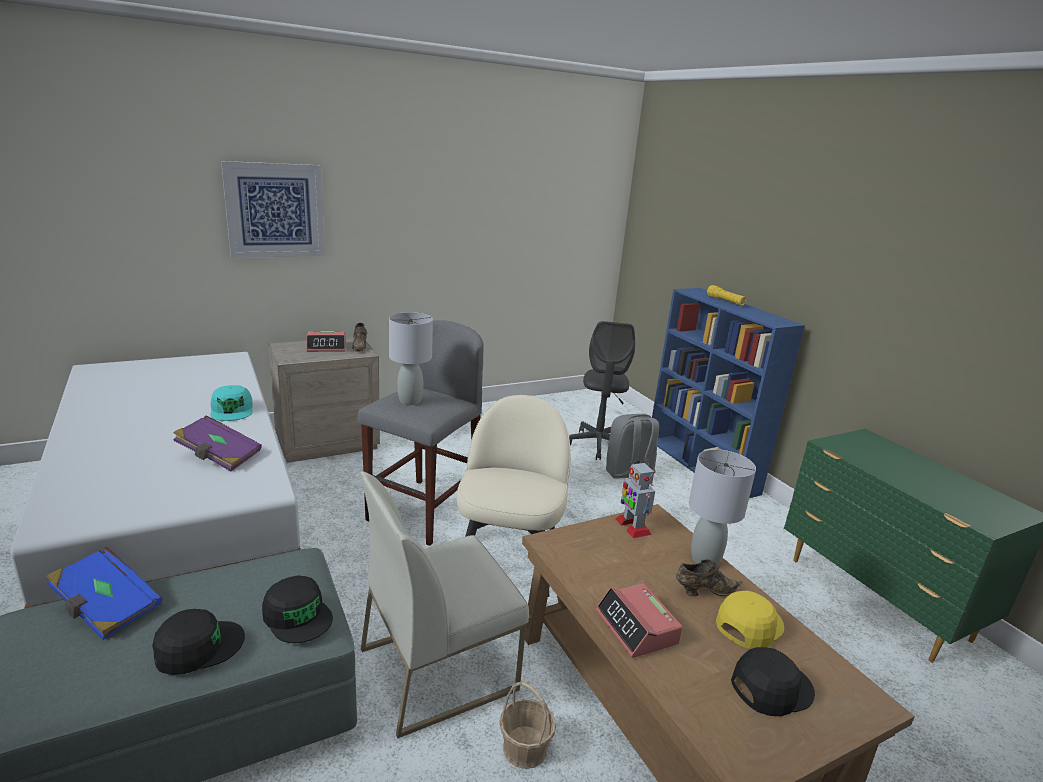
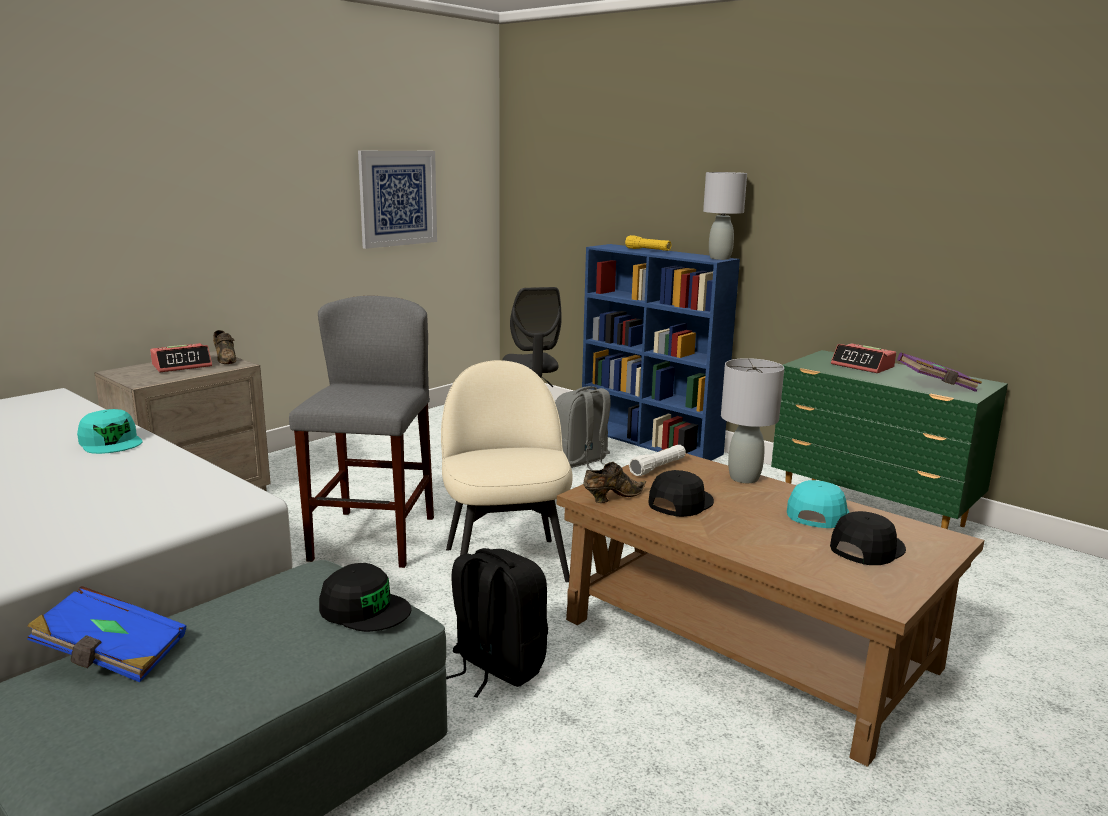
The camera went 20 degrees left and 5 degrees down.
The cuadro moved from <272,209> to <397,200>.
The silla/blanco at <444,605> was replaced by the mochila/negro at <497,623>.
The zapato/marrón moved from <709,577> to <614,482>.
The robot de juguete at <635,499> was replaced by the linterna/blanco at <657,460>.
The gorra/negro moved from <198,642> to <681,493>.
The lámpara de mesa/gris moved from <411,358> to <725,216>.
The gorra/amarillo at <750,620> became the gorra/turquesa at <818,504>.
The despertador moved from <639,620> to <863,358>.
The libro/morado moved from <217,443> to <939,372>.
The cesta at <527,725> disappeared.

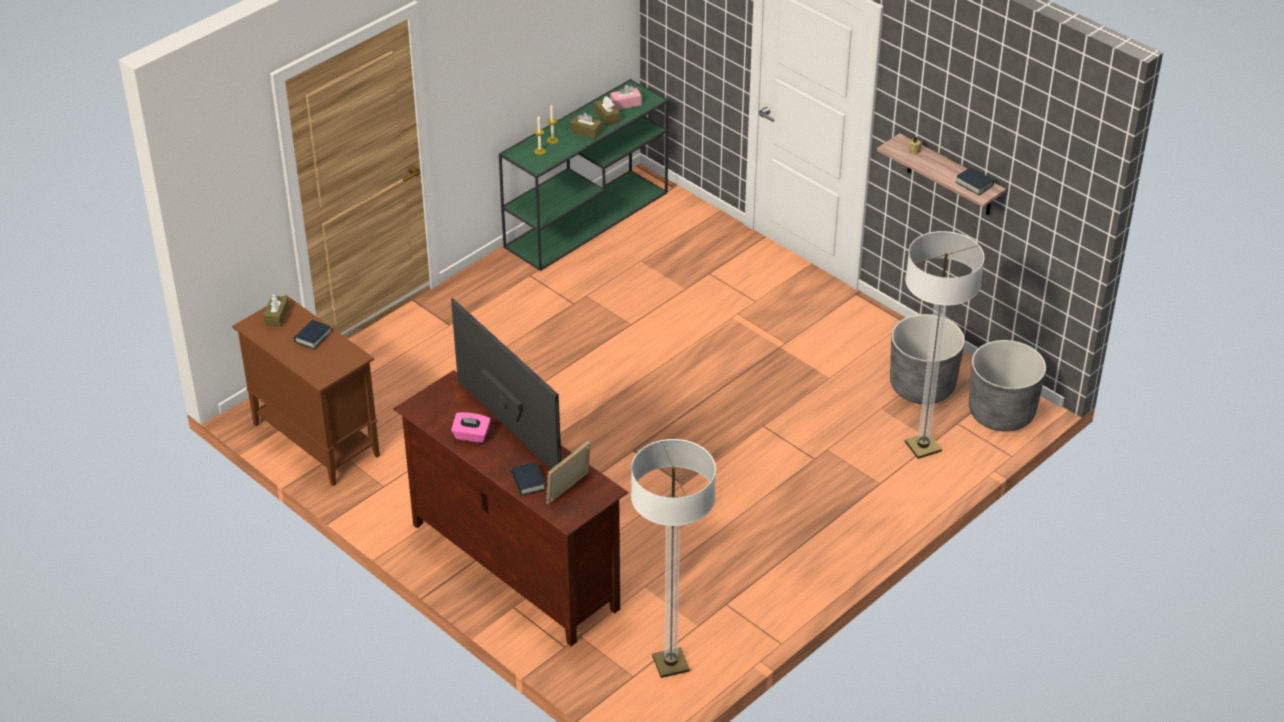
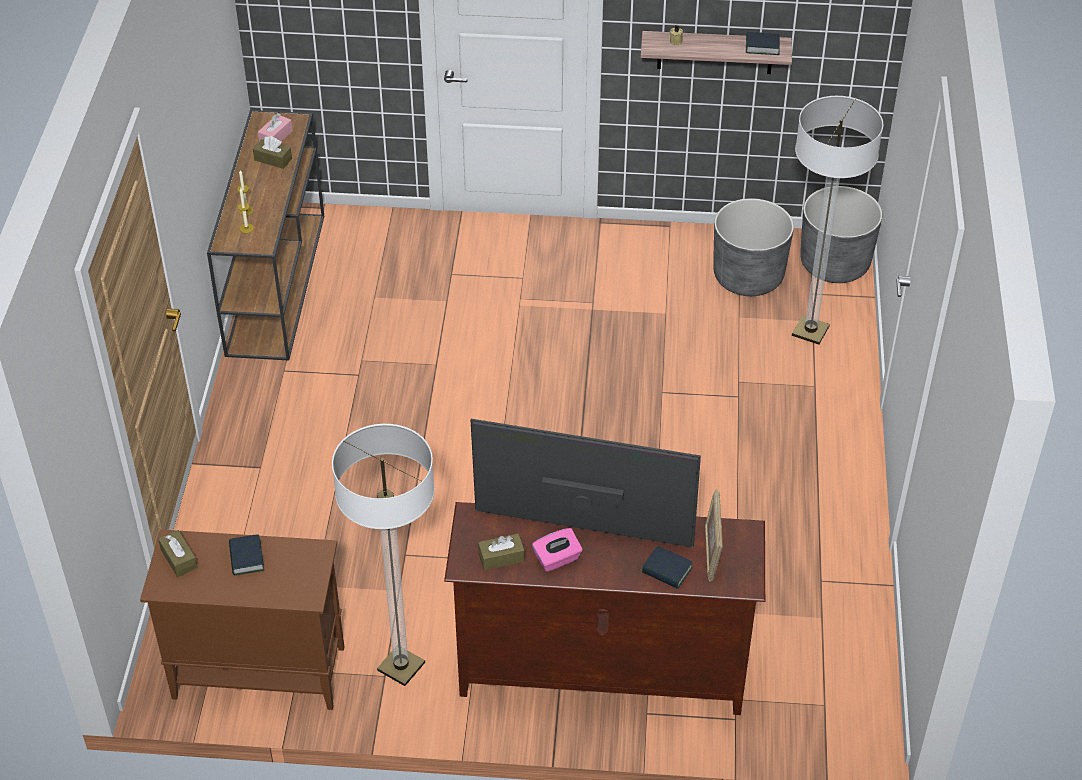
The camera went 40 degrees left and 5 degrees up.
The mesa consola/verde at <583,175> became the mesa consola/marrón at <265,235>.
The lámpara de pie moved from <673,558> to <383,555>.
The caja de pañuelos/marrón moved from <586,125> to <501,552>.

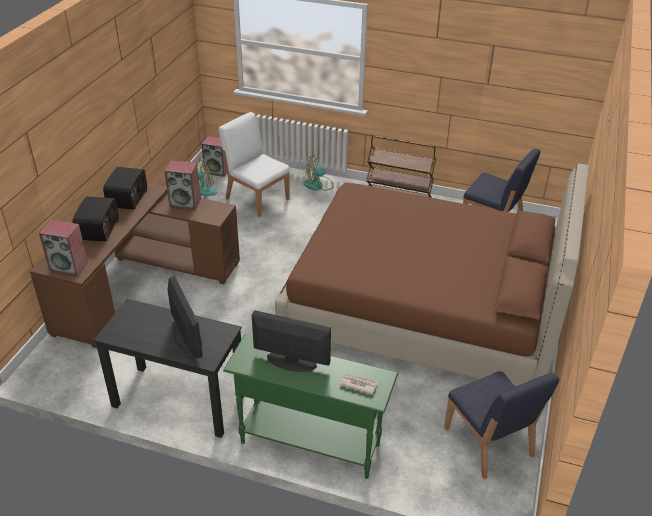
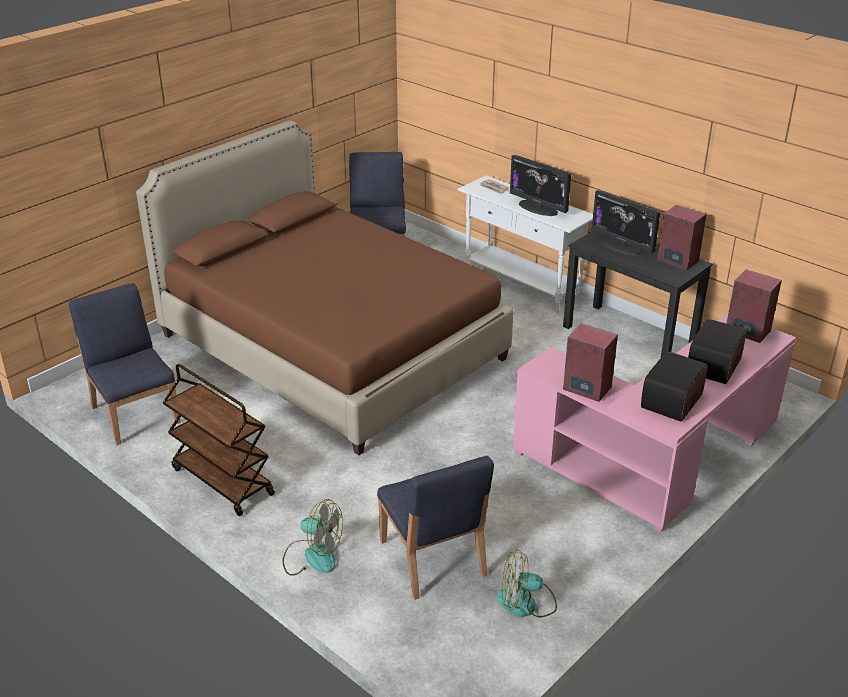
The camera went 155 degrees left and 5 degrees down.
The silla/blanco at <254,164> became the silla/azul at <435,528>.
The mesa consola/verde at <310,407> became the mesa consola/blanco at <525,244>.
The escritorio/marrón at <135,265> became the escritorio/rosa at <654,423>.
The monitor at <185,317> turned 45 degrees counterclockwise.
The altavoz moved from <214,156> to <682,238>.

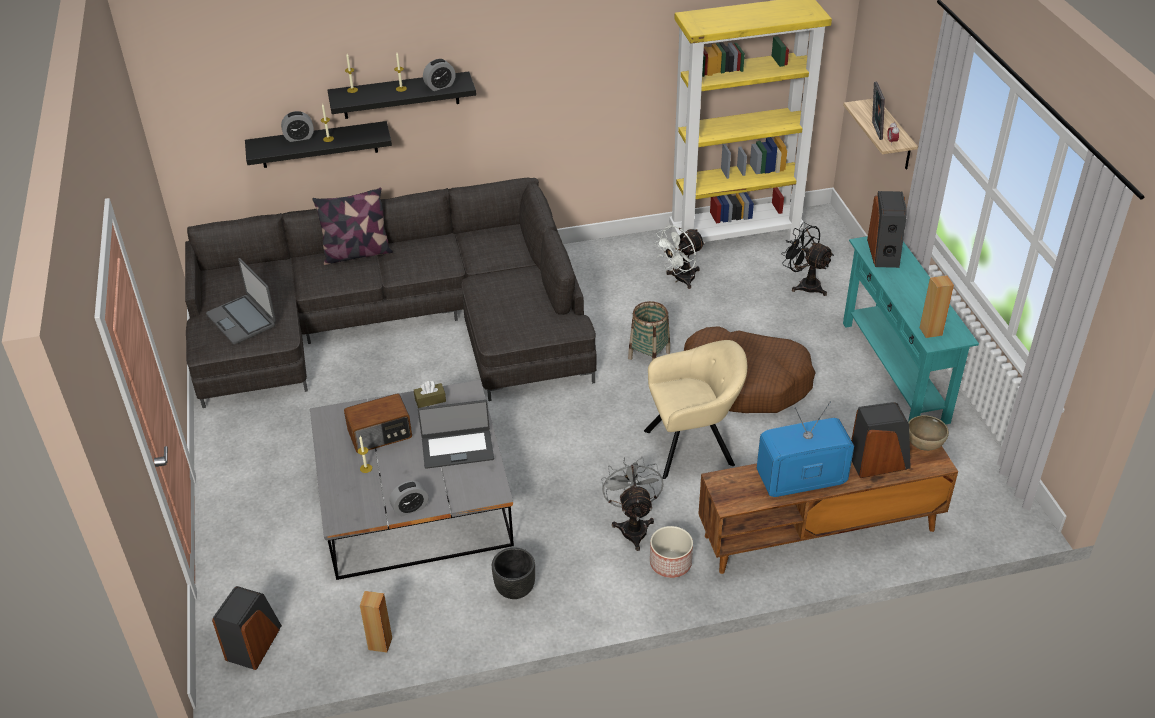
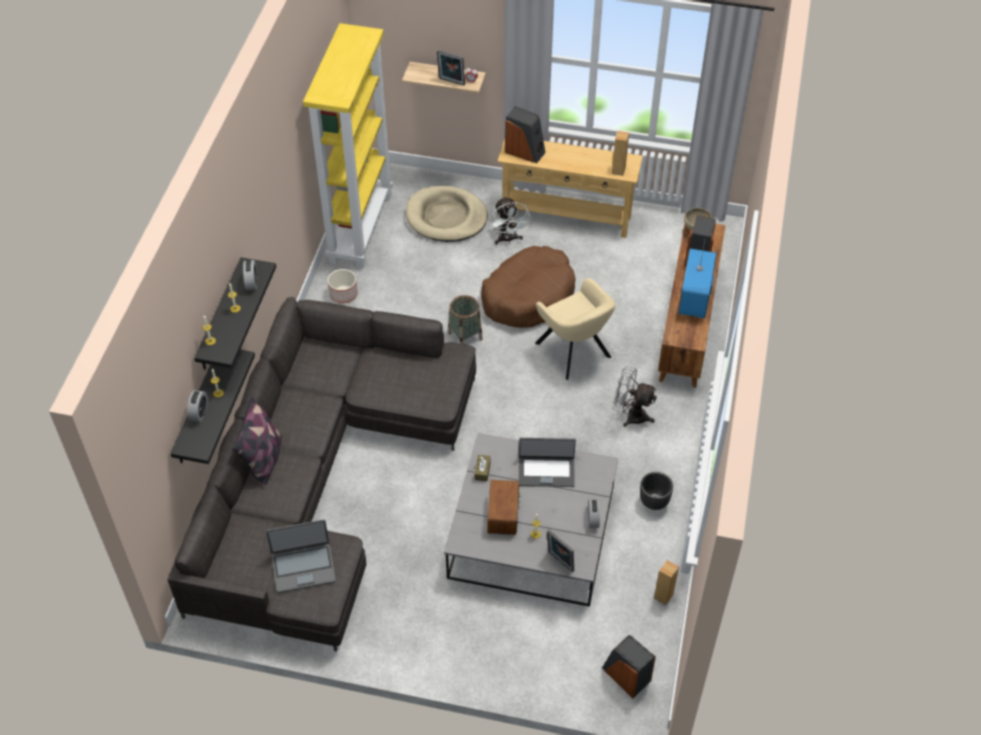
The camera went 65 degrees left and 10 degrees up.
The maceta moved from <671,552> to <342,286>.
The ventilador/negro at <807,259> was replaced by the cama para perro/beis at <447,214>.
The ventilador/blanco moved from <679,257> to <511,220>.
The mesa consola/turquesa at <911,330> became the mesa consola/beis at <570,188>.
The portátil at <456,434> turned 75 degrees clockwise.
The sillón/beis at <695,409> turned 135 degrees clockwise.
The portarretratos at <560,551> appeared.

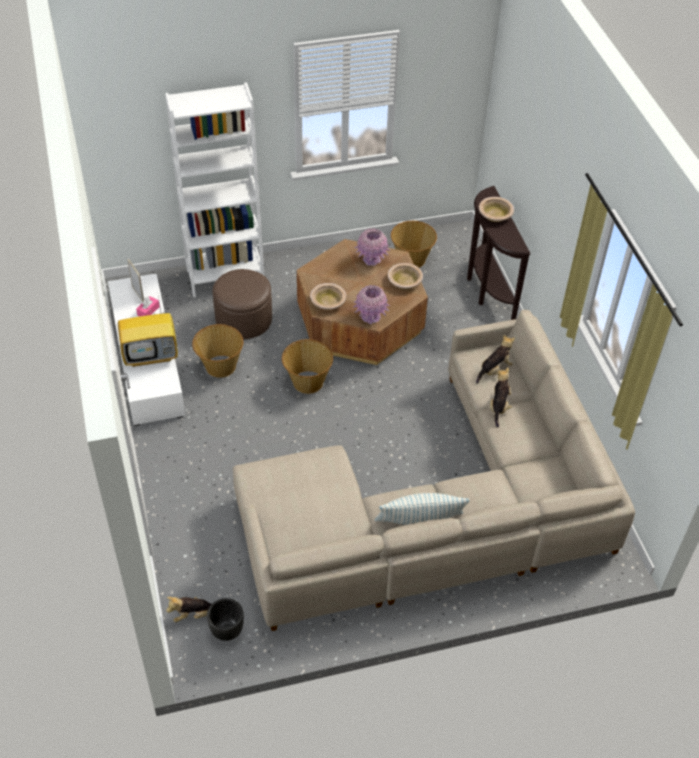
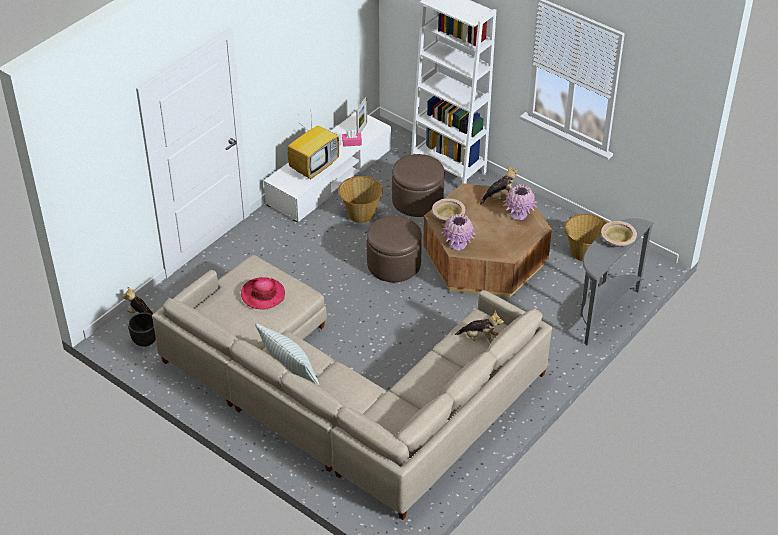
The camera went 55 degrees right and 5 degrees down.
The sombrero at <263,293> appeared.
The televisor at <148,331> turned 90 degrees counterclockwise.
The cesta at <307,366> was replaced by the puf/marrón at <394,249>.
The peluche moved from <501,397> to <499,185>.
The mesa consola/marrón at <498,253> became the mesa consola/gris at <617,282>.
The cuenco/beis at <405,276> disappeared.

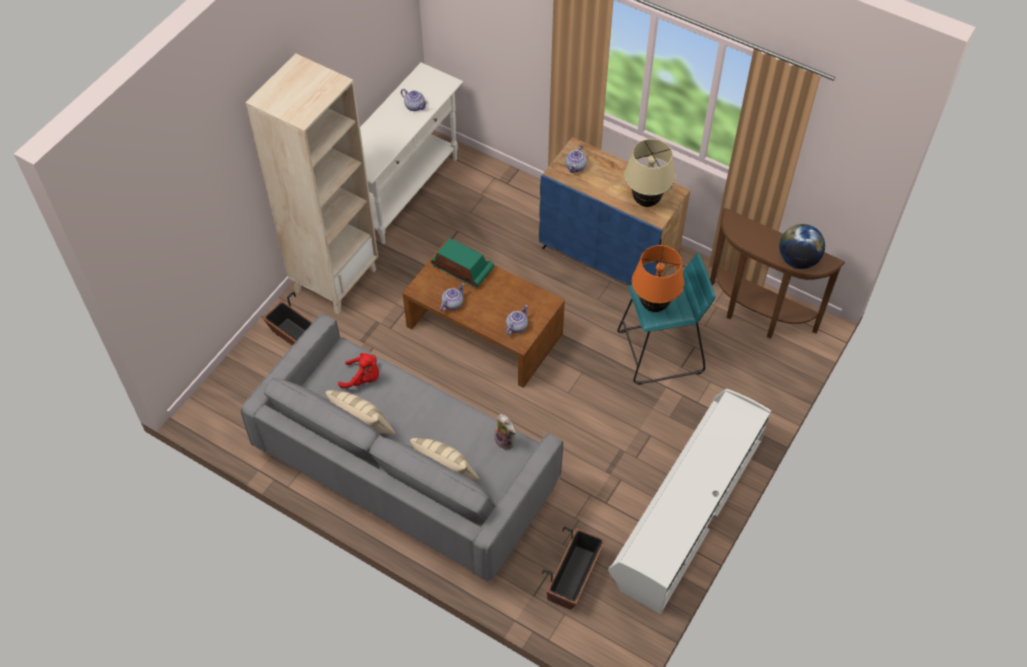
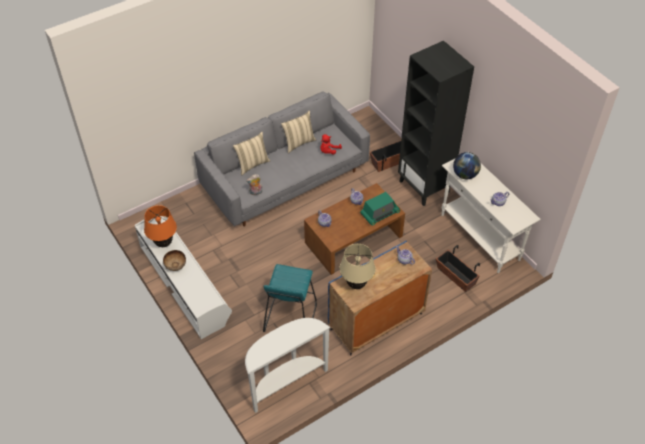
The camera went 115 degrees right and 5 degrees down.
The lámpara de mesa/naranja moved from <658,278> to <160,226>.
The cuenco at <174,260> appeared.
The mesa consola/marrón at <777,273> became the mesa consola/blanco at <287,365>.
The estantería/beis at <312,183> became the estantería/negro at <436,123>.
The maceta moved from <573,568> to <458,268>.
The globo terráqueo moved from <802,246> to <467,165>.

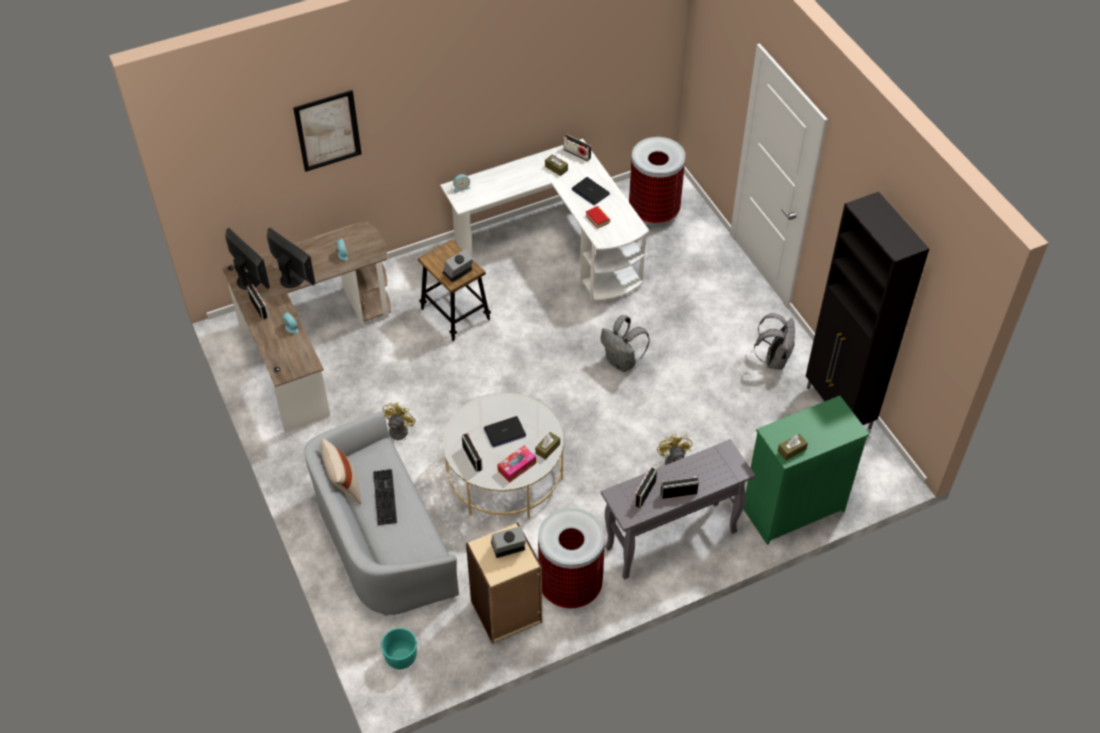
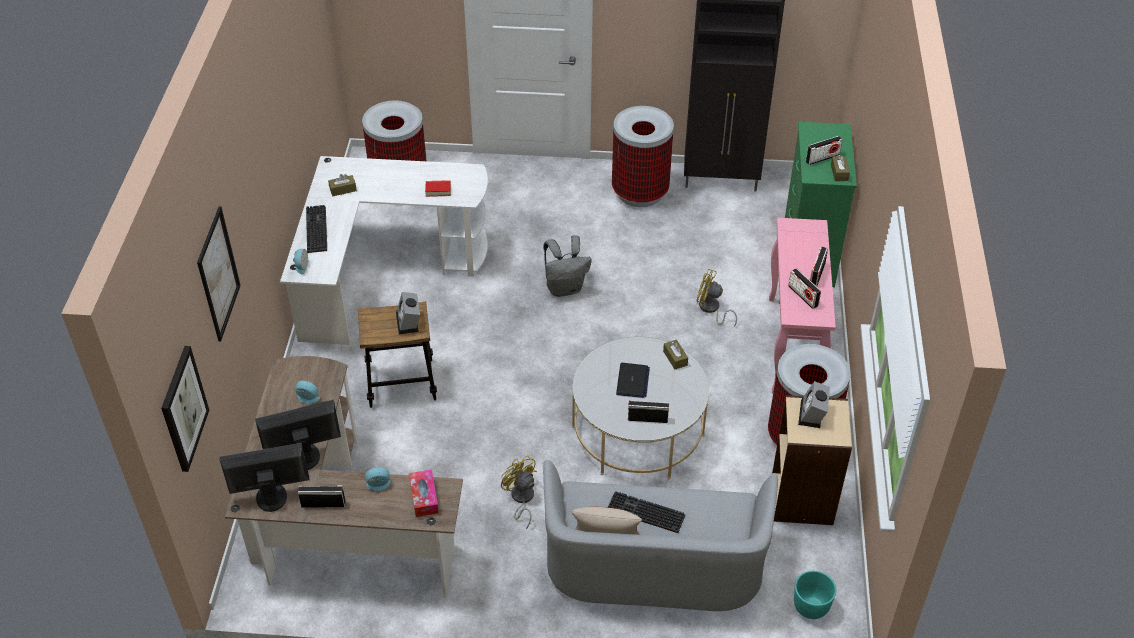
The camera went 60 degrees left and 5 degrees down.
The cuadro at <185,409> appeared.
The teclado at <316,229> appeared.
The caja de pañuelos moved from <516,464> to <424,493>.
The mochila/gris at <774,341> was replaced by the papelera at <643,156>.
The mesa consola/gris at <678,509> became the mesa consola/rosa at <802,305>.
The radio moved from <577,147> to <824,150>.
The portátil at <591,191> disappeared.

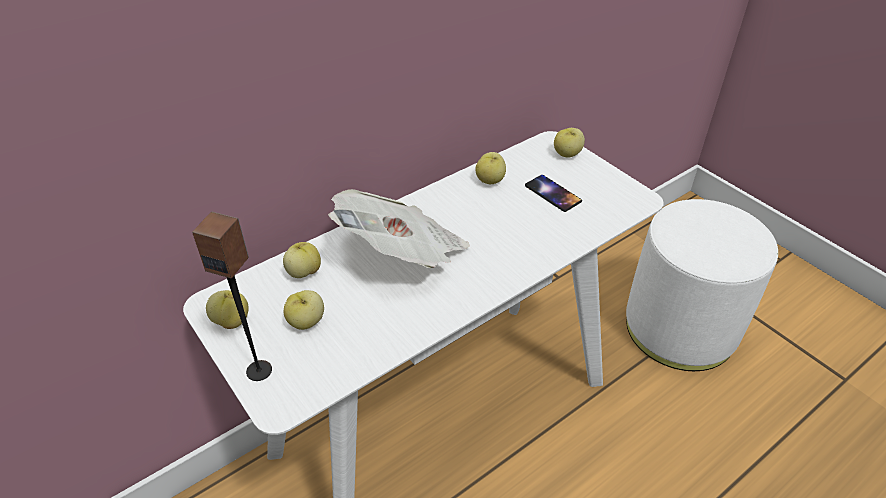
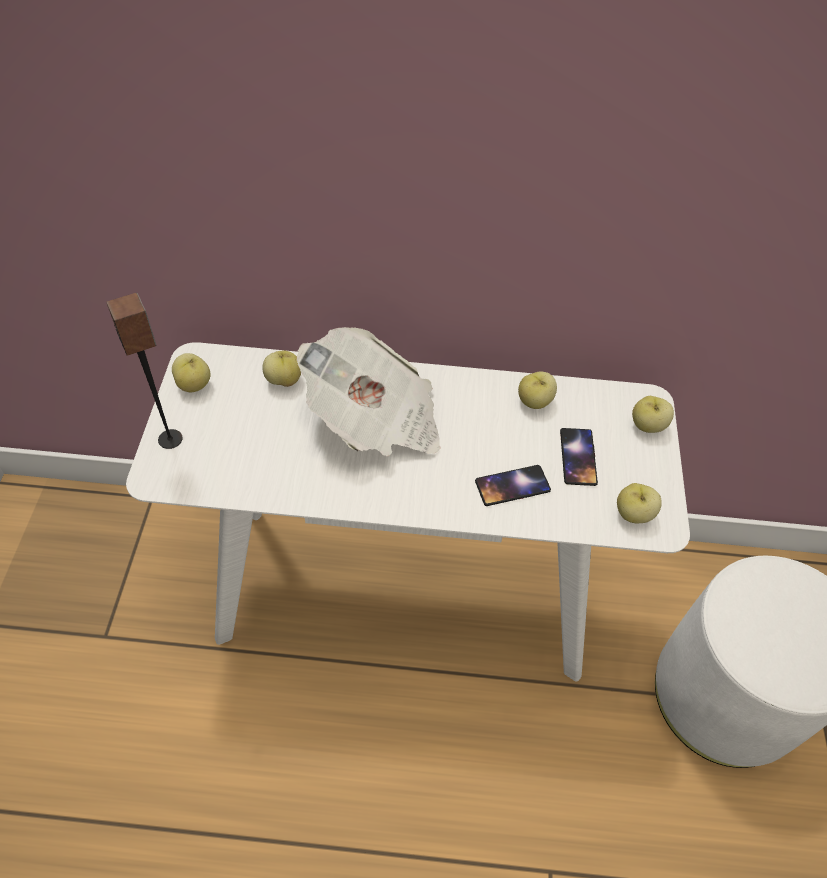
The camera went 40 degrees right and 10 degrees up.
The móvil at <513,485> appeared.
The manzana moved from <304,310> to <639,503>.

